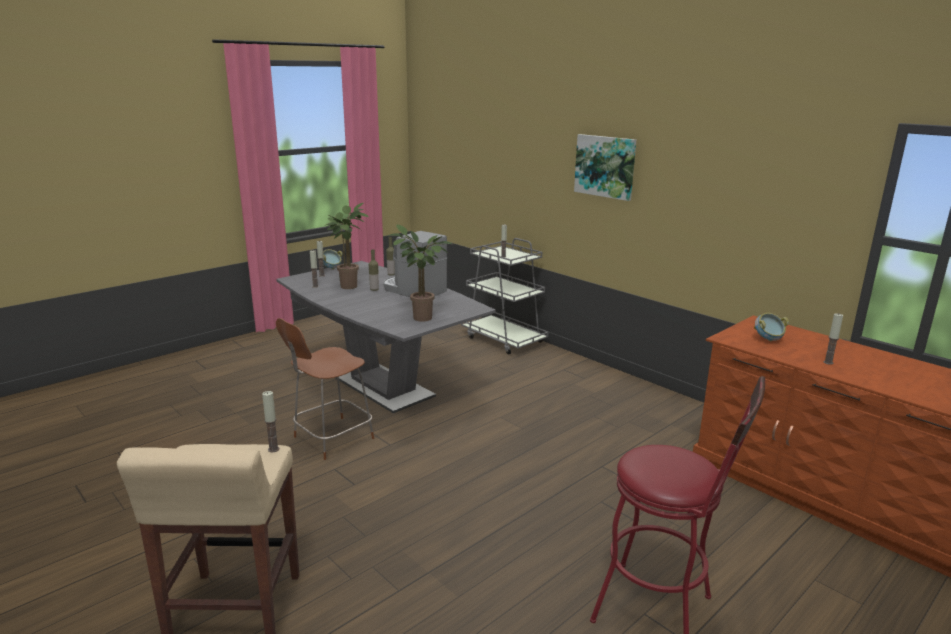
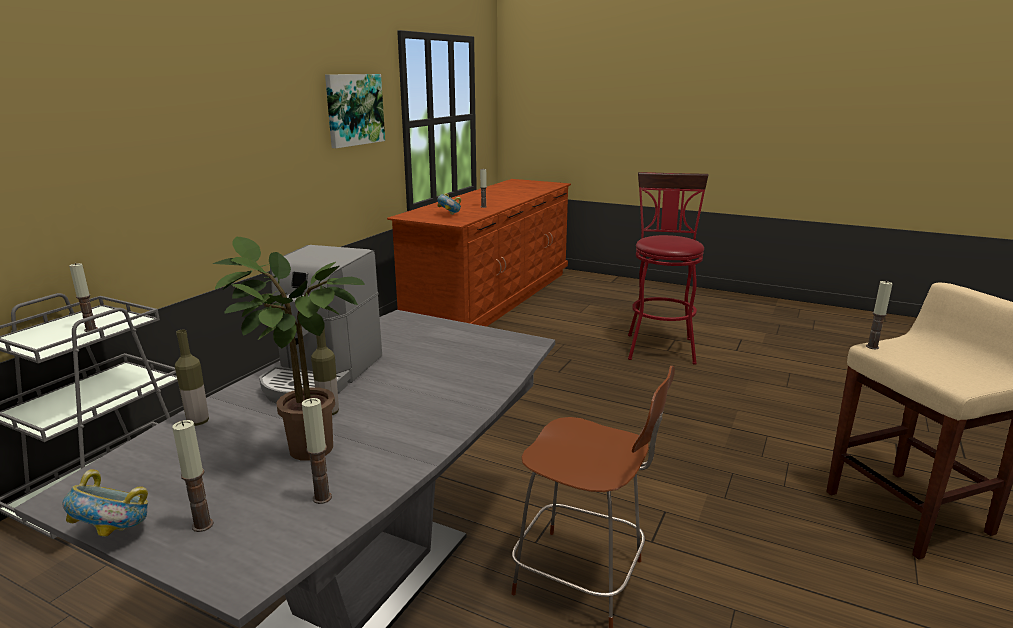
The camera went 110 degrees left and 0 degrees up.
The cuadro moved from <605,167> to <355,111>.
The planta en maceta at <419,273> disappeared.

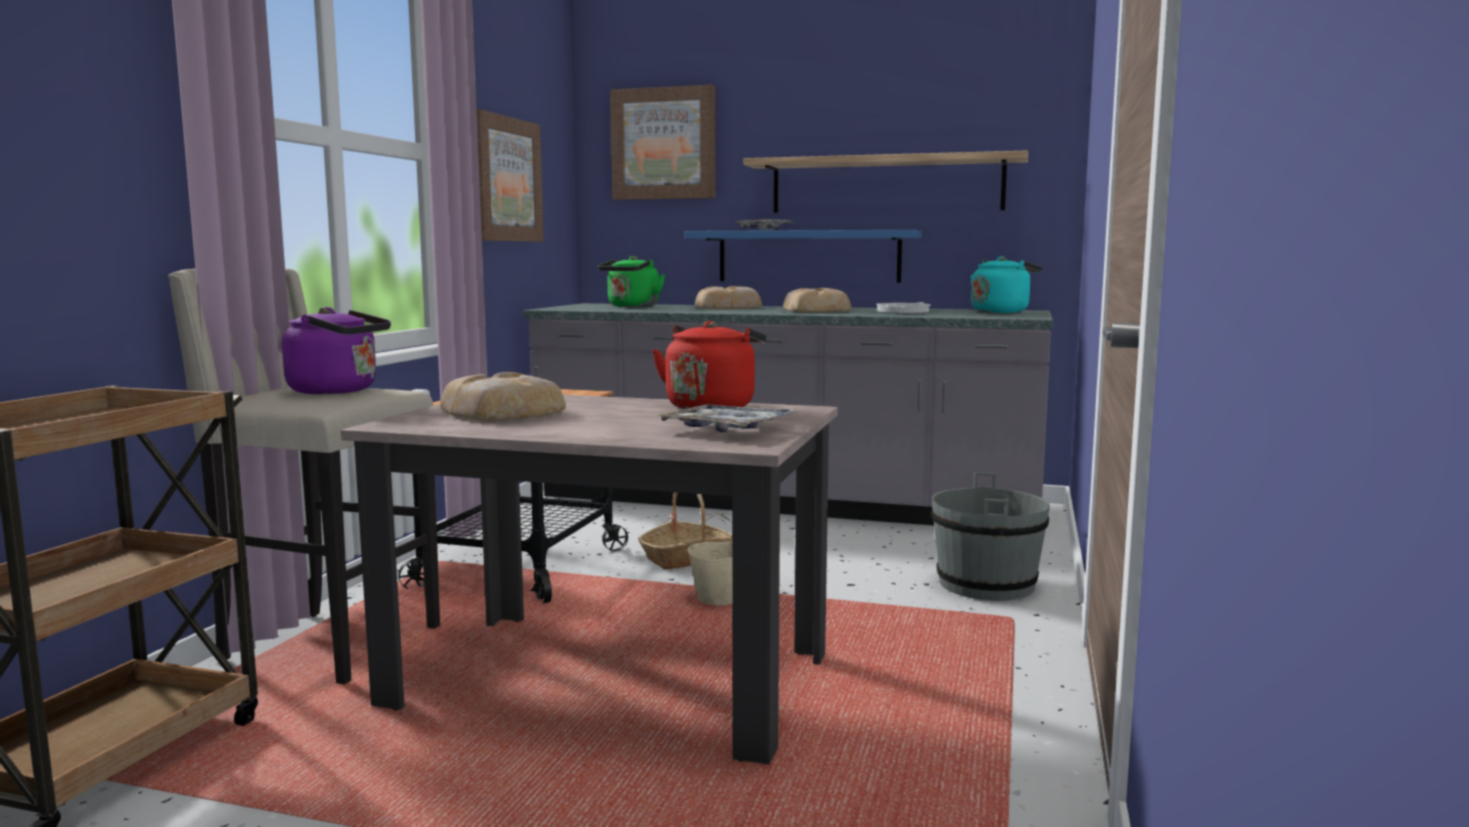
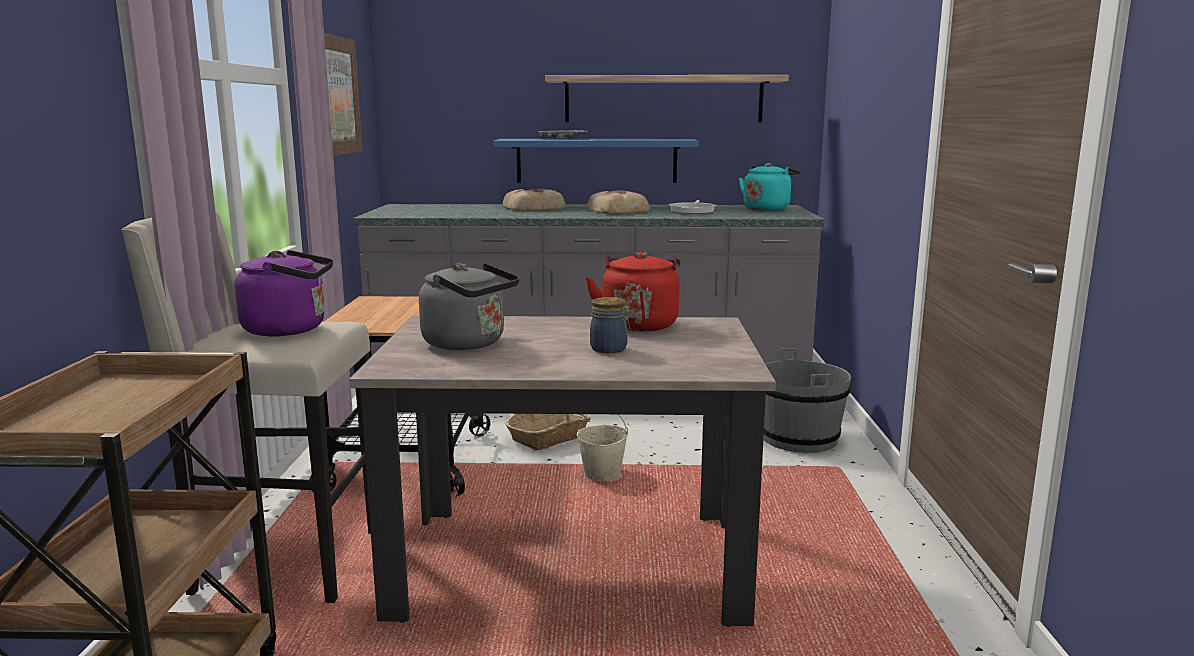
The camera went 15 degrees left and 5 degrees up.
The pan at <503,396> was replaced by the hervidor/gris at <469,306>.
The tarro at <610,325> appeared.
The hervidor/verde at <631,281> disappeared.
The cuadro at <663,142> disappeared.
The bandeja at <724,418> disappeared.

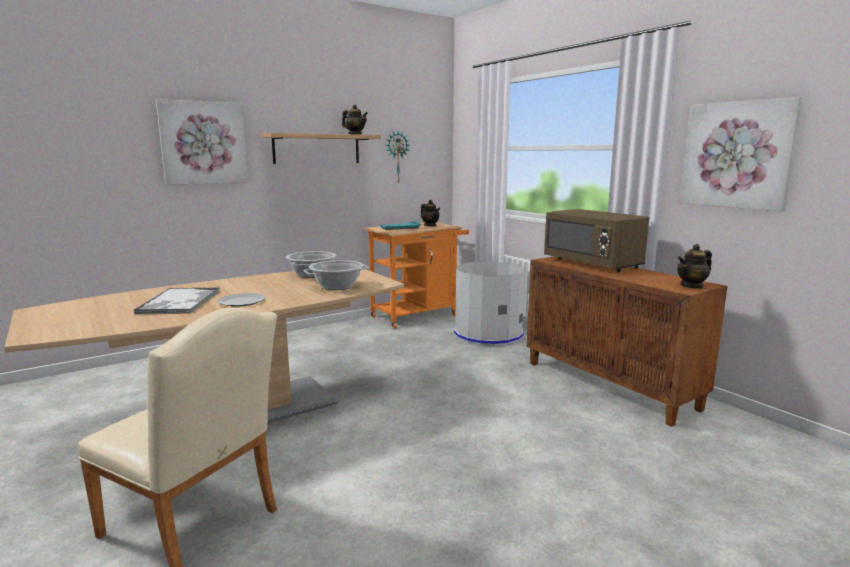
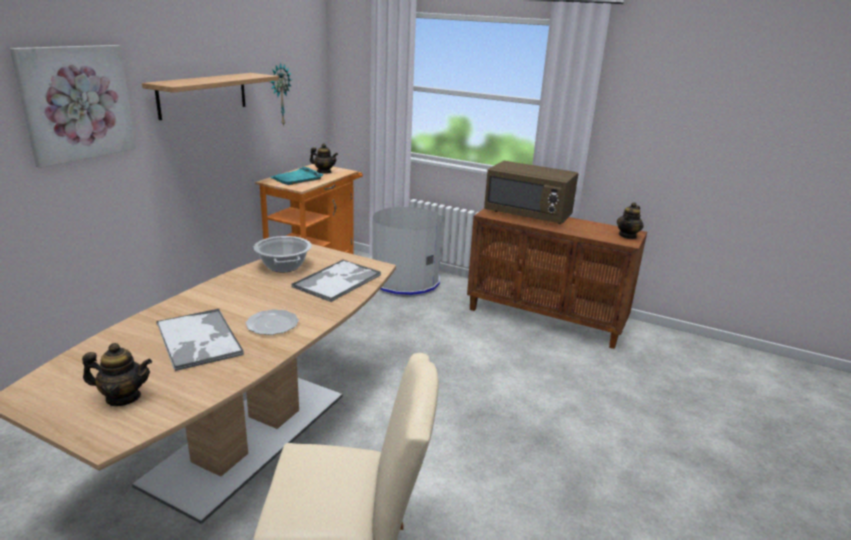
The camera went 30 degrees left and 10 degrees up.
The tetera moved from <355,120> to <117,374>.
The olla at <336,275> was replaced by the bandeja at <336,280>.
The cuadro at <741,154> disappeared.

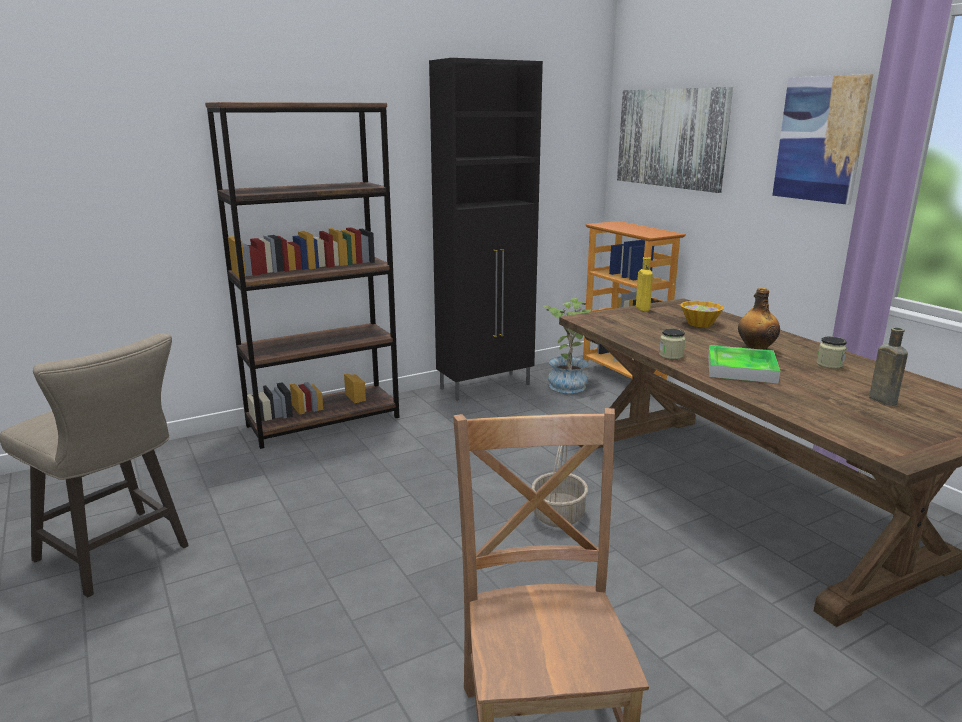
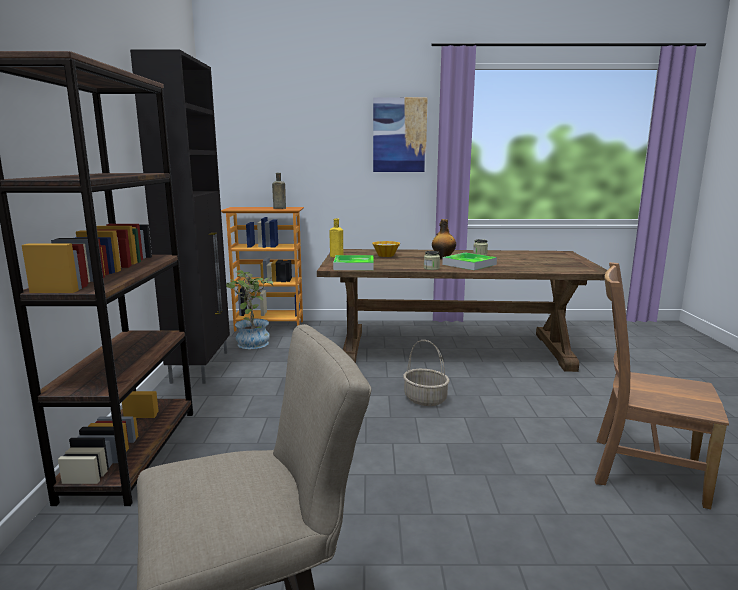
The camera went 60 degrees left and 5 degrees down.
The botella/marrón moved from <888,366> to <279,191>.
The bandeja at <353,262> appeared.
The cuadro at <675,140> disappeared.

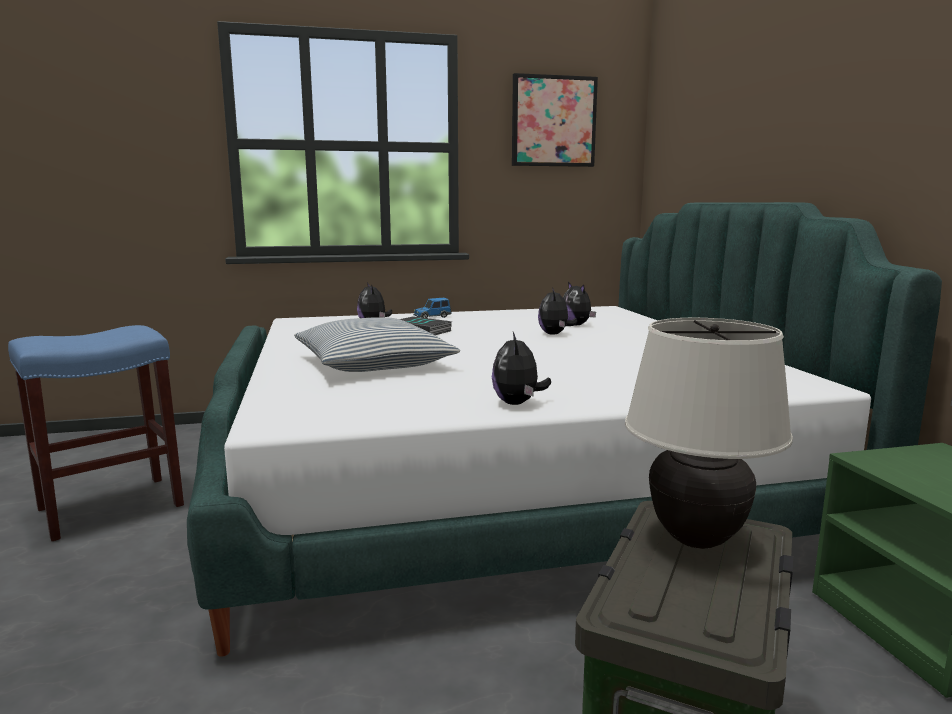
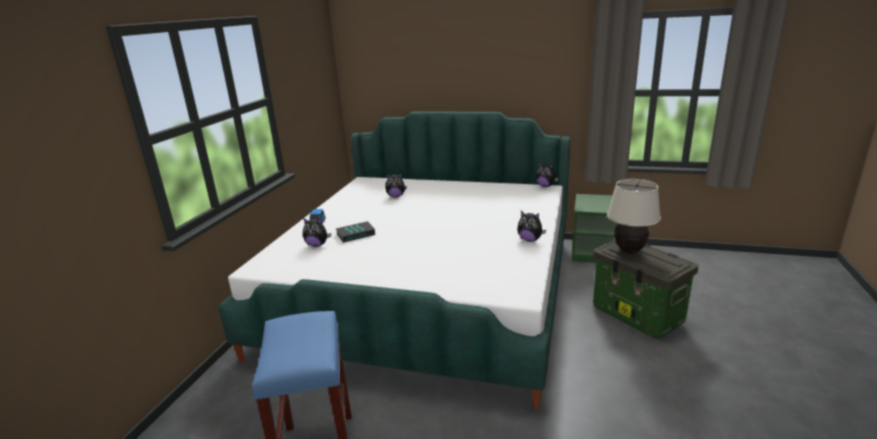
The camera went 60 degrees left and 10 degrees up.
The peluche moved from <557,311> to <547,175>.
The cojín at <377,344> disappeared.
The cuadro at <555,120> disappeared.

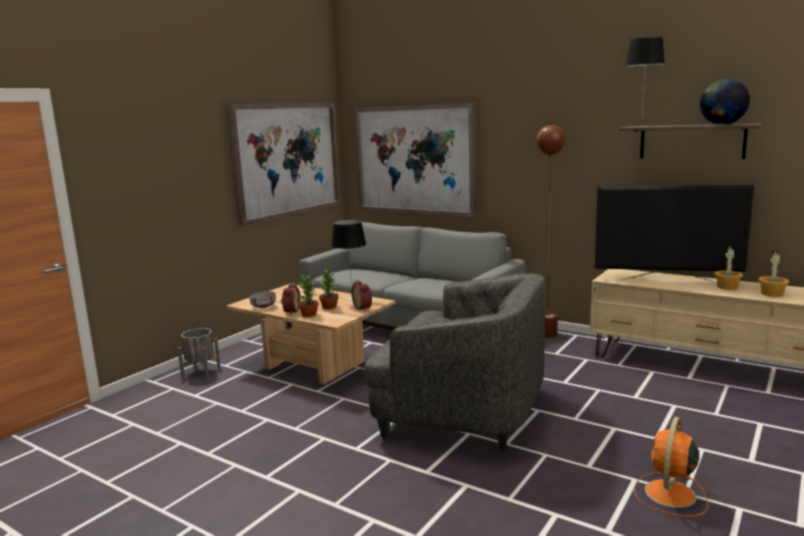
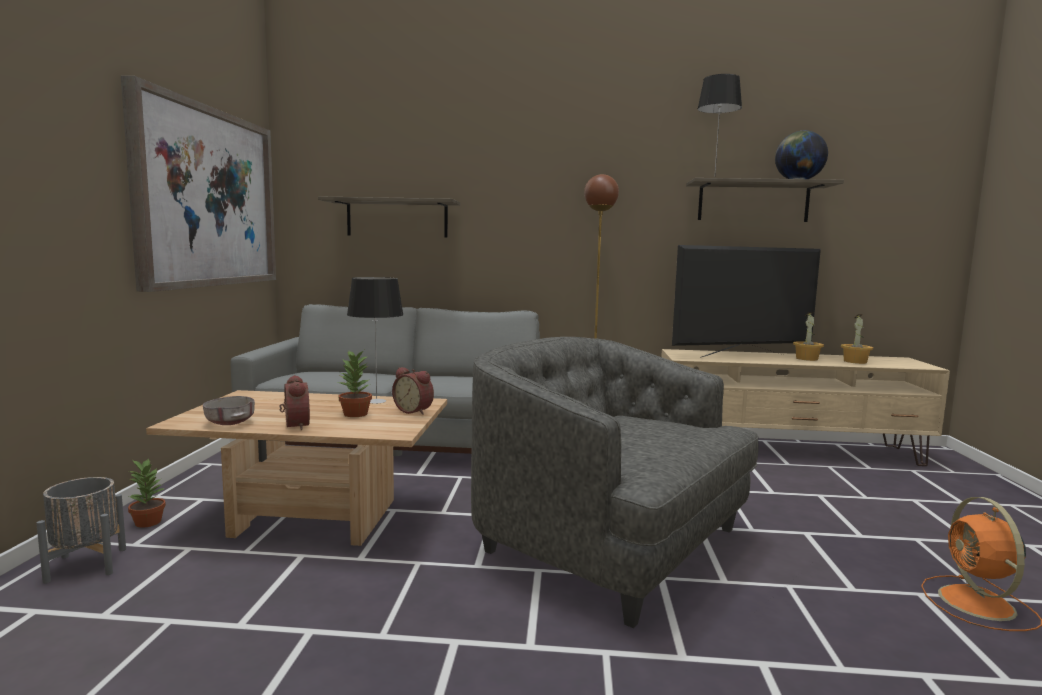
The camera went 30 degrees left and 5 degrees down.
The planta en maceta moved from <308,296> to <147,493>.
The cuadro at <415,160> was replaced by the estante at <389,217>.
The sillón/gris at <454,361> turned 135 degrees counterclockwise.

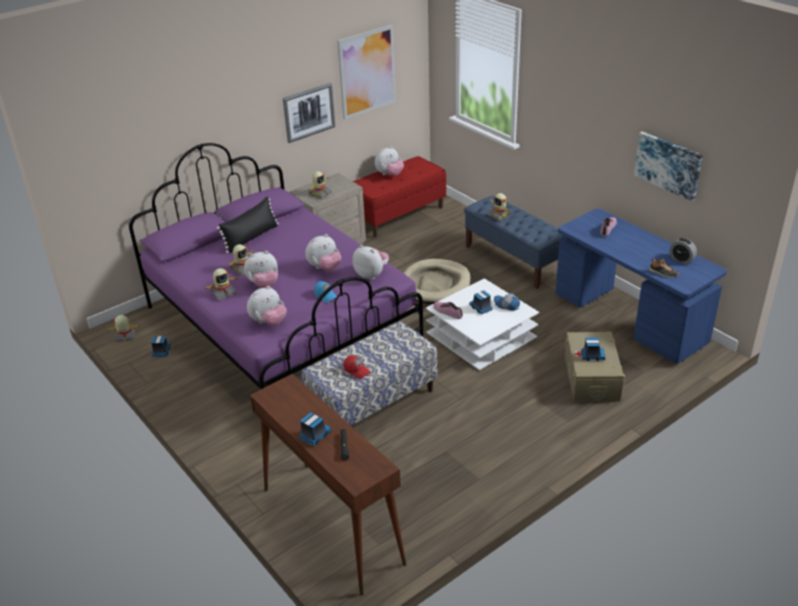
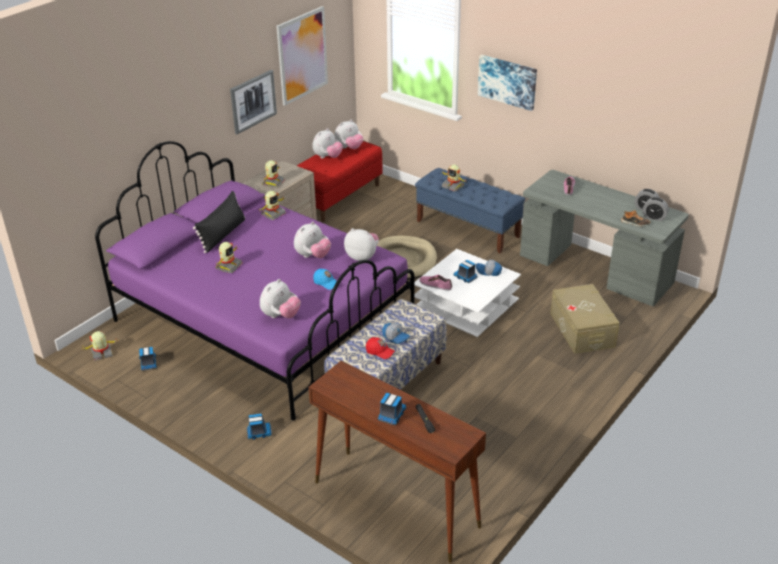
The camera went 15 degrees left and 0 degrees up.
The camión de juguete moved from <593,349> to <259,427>.
The robot de juguete moved from <220,284> to <272,205>.
The peluche moved from <261,269> to <348,134>.
The gorra at <396,333> appeared.
The cuadro moved from <668,166> to <507,83>.
The escritorio/azul at <641,286> became the escritorio/gris at <604,238>.
The despertador at <656,209> appeared.

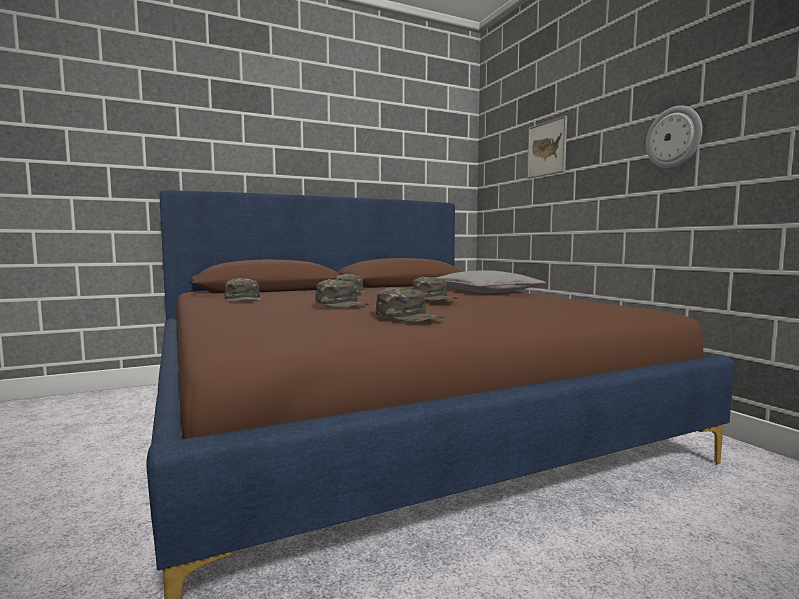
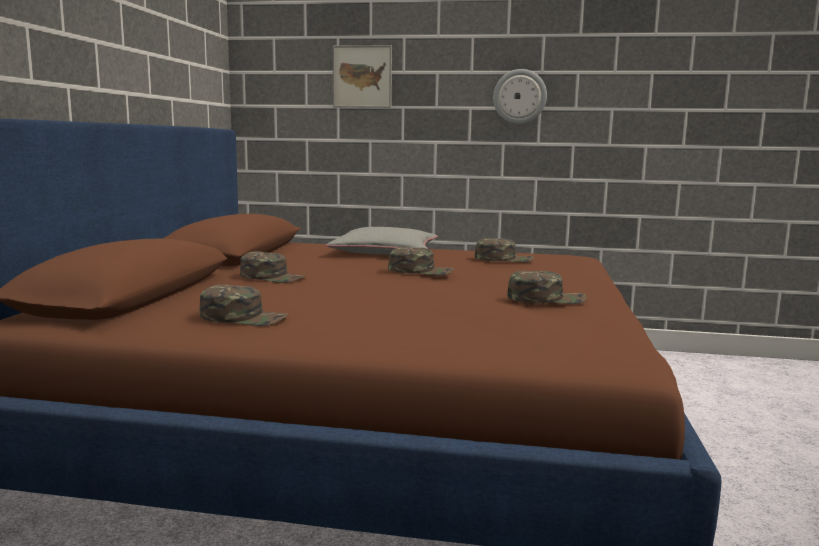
The camera went 55 degrees left and 5 degrees up.
The gorra/verde moved from <342,293> to <504,250>.

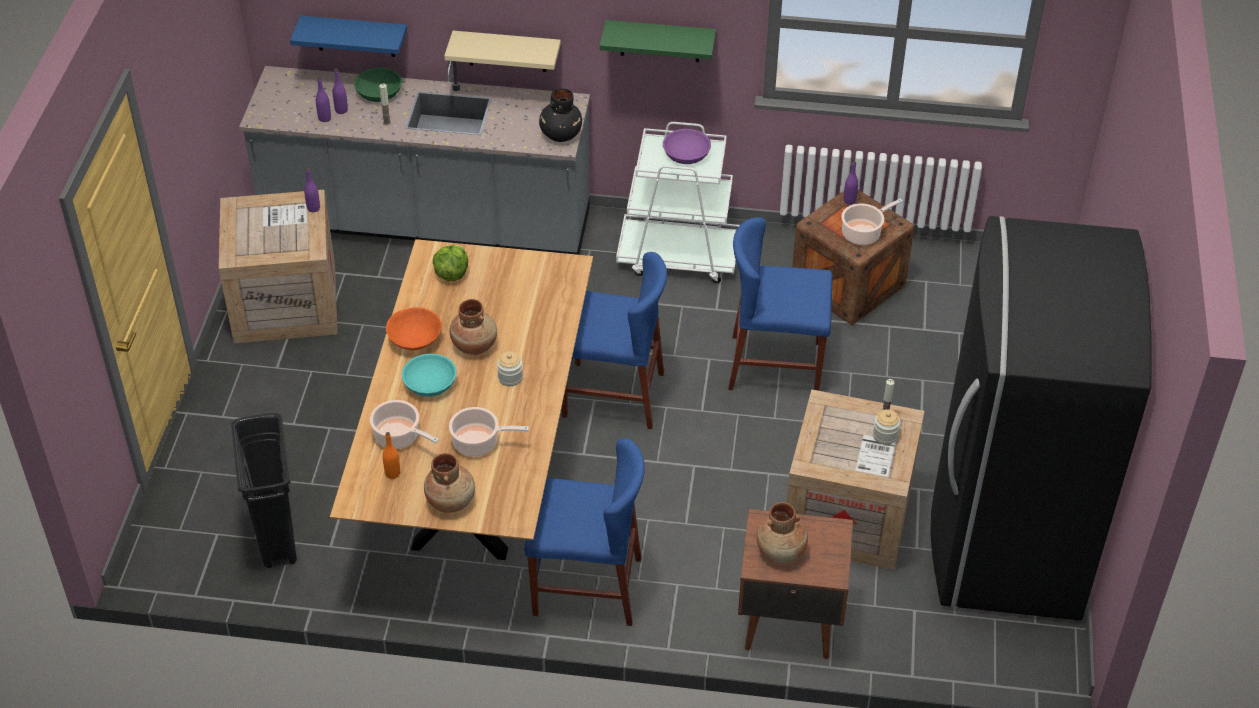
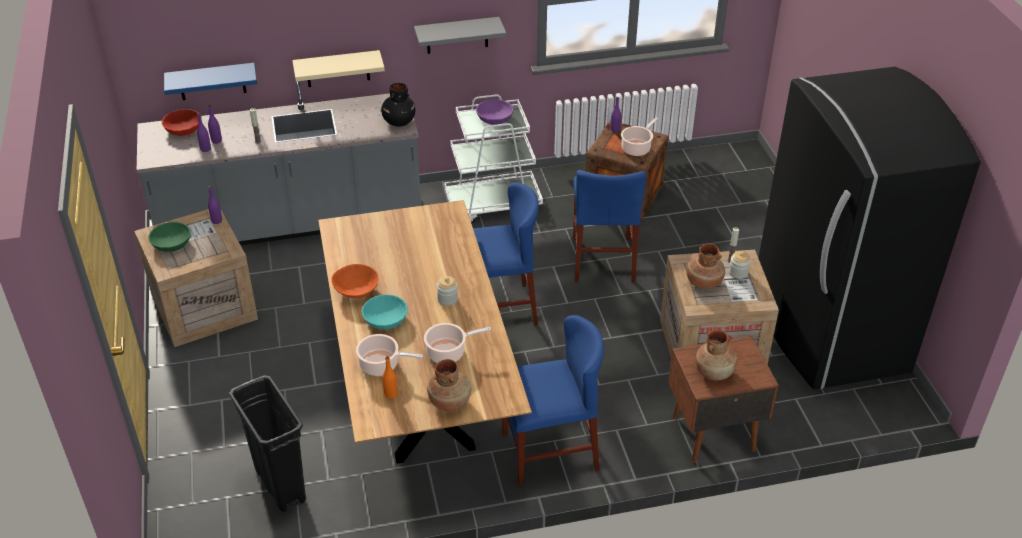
The camera went 20 degrees left and 5 degrees down.
The cuenco/verde moved from <378,85> to <169,237>.
The cuenco/rojo at <182,122> appeared.
The estante/verde at <657,41> became the estante/gris at <460,35>.
The silla/azul at <780,304> turned 75 degrees counterclockwise.
The florero/marrón moved from <473,327> to <705,266>.
The lechuga at <450,263> disappeared.

